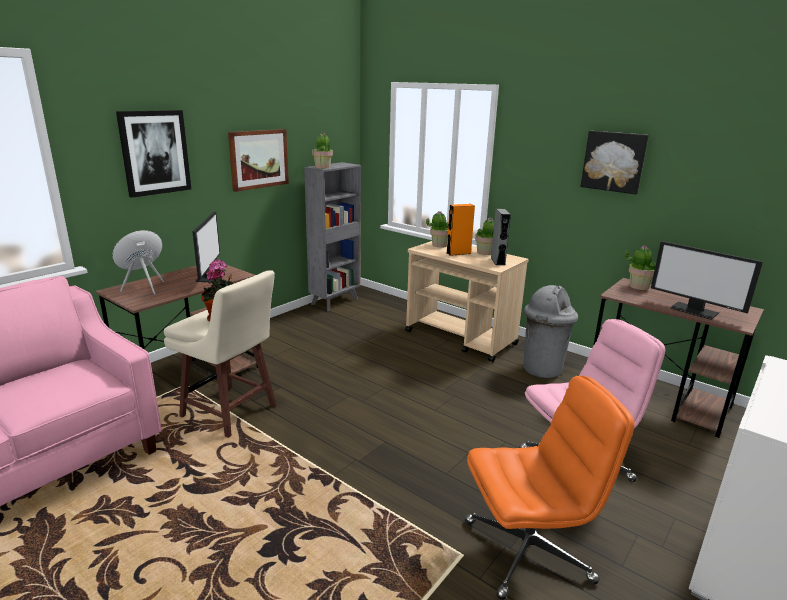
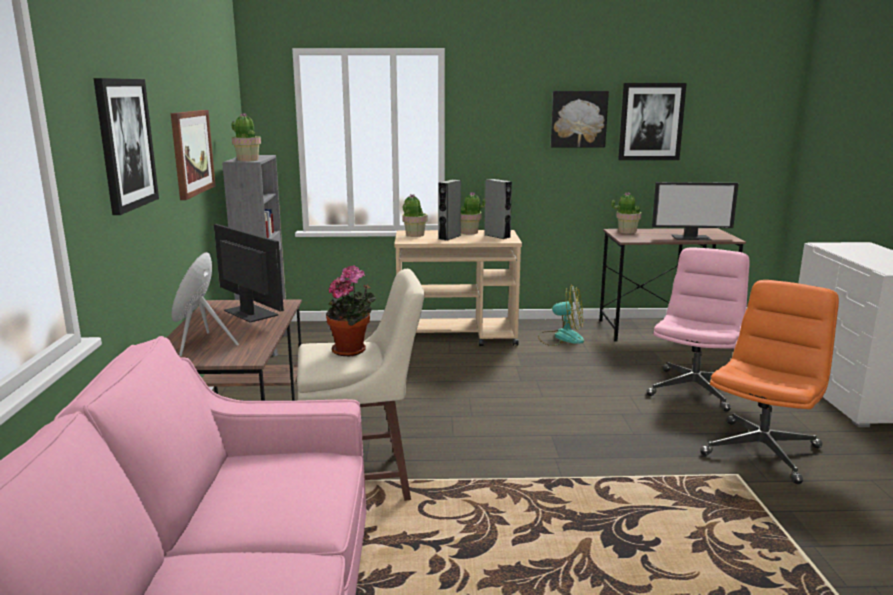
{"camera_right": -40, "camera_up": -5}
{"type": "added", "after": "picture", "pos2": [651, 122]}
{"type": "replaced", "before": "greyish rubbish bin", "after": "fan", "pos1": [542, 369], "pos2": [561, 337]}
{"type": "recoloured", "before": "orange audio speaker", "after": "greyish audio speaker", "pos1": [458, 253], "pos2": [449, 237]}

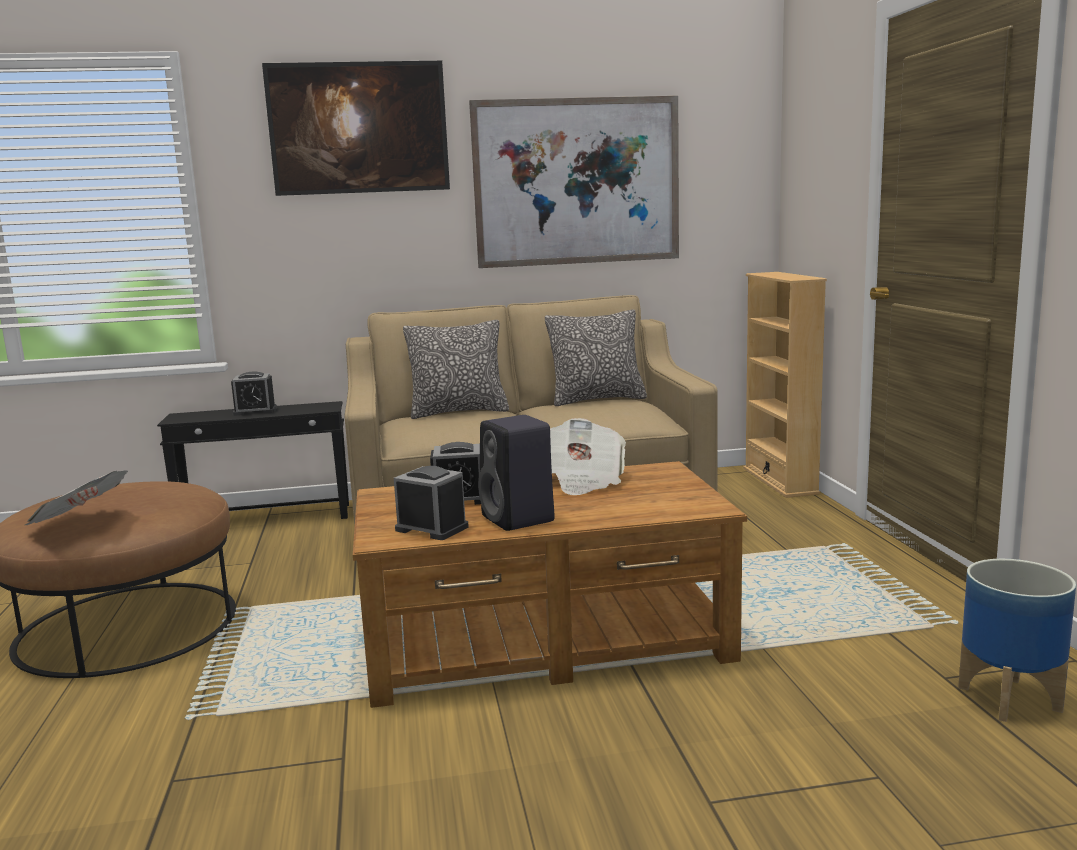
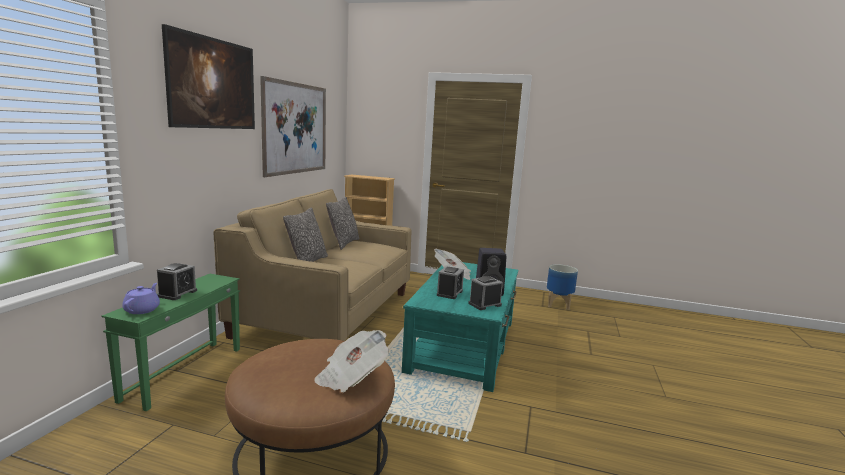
{"camera_right": -65, "camera_up": 0}
{"type": "added", "after": "purple tea pot", "pos2": [142, 309]}
{"type": "recoloured", "before": "blackish end table", "after": "greenish end table", "pos1": [265, 519], "pos2": [185, 373]}
{"type": "recoloured", "before": "brown low table", "after": "blue-green low table", "pos1": [545, 639], "pos2": [464, 345]}

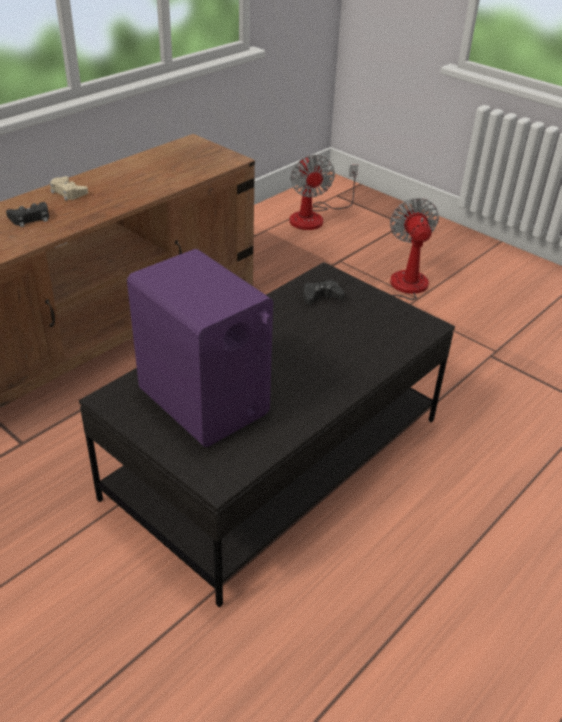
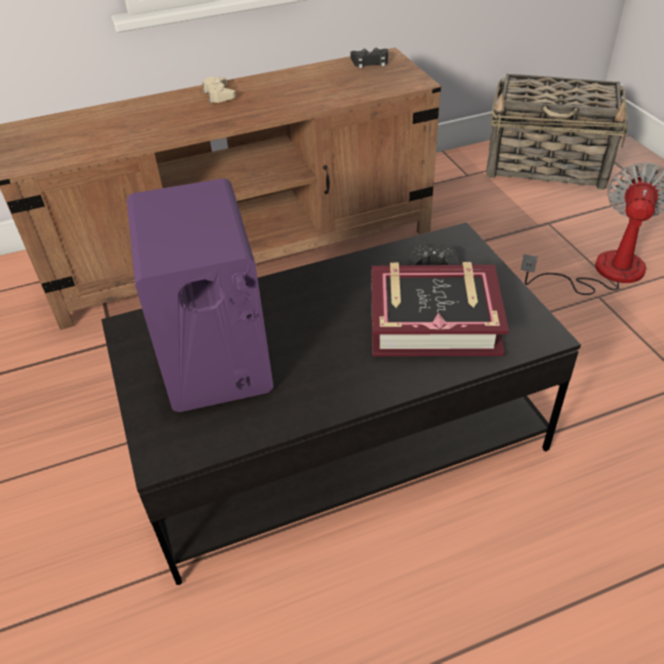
{"camera_right": 30, "camera_up": 5}
{"type": "added", "after": "bound book", "pos2": [434, 320]}
{"type": "moved", "before": "blackish game controller", "pos1": [30, 218], "pos2": [370, 62]}
{"type": "replaced", "before": "fan", "after": "basket", "pos1": [314, 217], "pos2": [548, 166]}

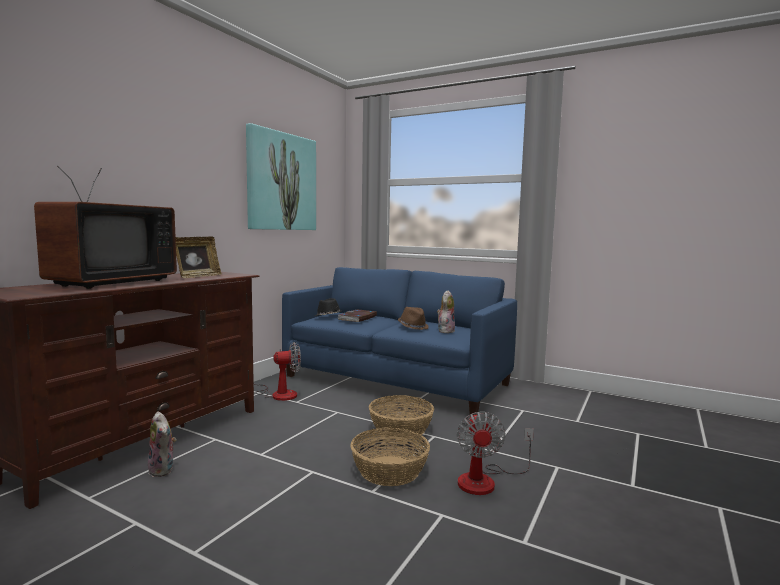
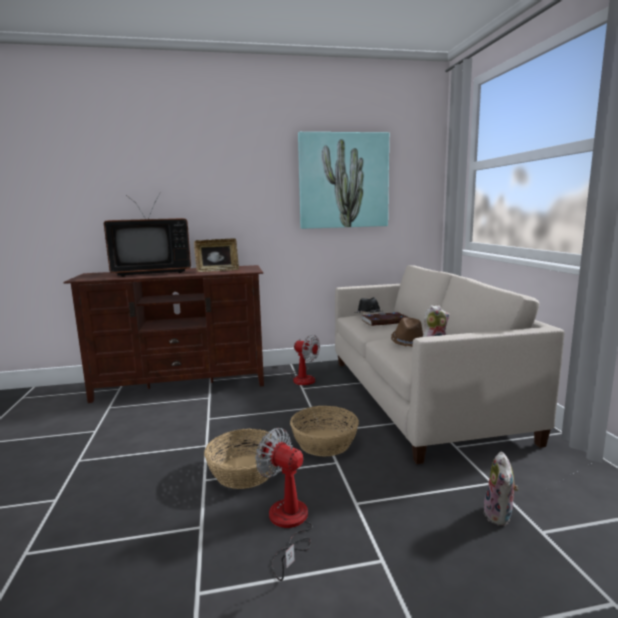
{"camera_right": 50, "camera_up": 5}
{"type": "moved", "before": "cuddly toy", "pos1": [163, 470], "pos2": [500, 516]}
{"type": "recoloured", "before": "bluish couch", "after": "sand-coloured couch", "pos1": [396, 380], "pos2": [419, 396]}
{"type": "turned", "before": "fan", "pos1": [486, 480], "pos2": [288, 525], "turn": 75}

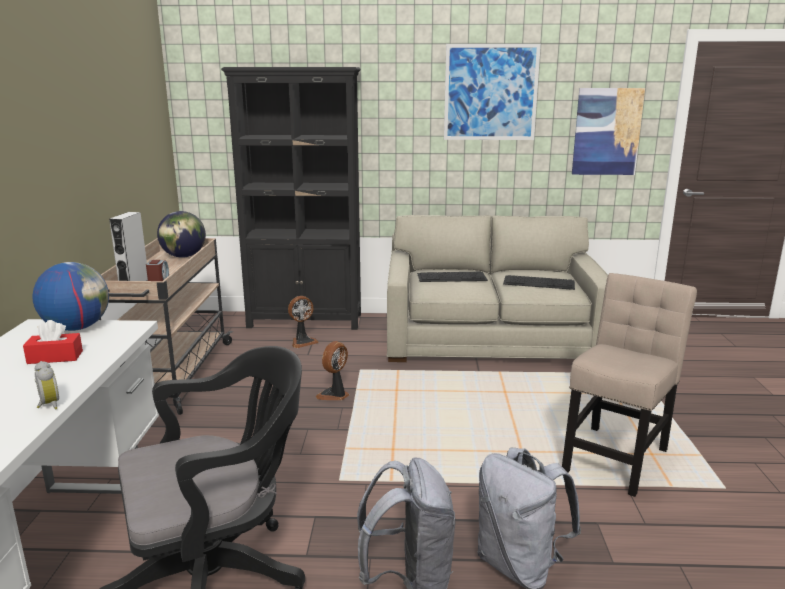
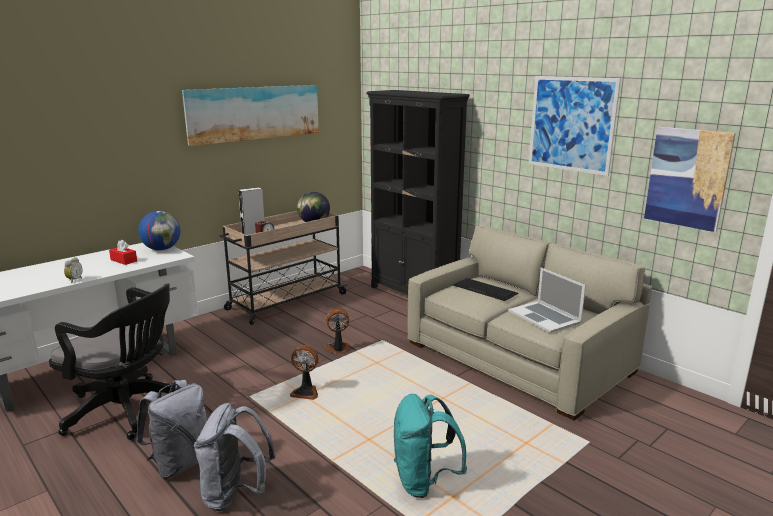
{"camera_right": 45, "camera_up": 0}
{"type": "added", "after": "picture", "pos2": [254, 113]}
{"type": "moved", "before": "fan", "pos1": [302, 342], "pos2": [306, 392]}
{"type": "replaced", "before": "keyboard", "after": "laptop", "pos1": [539, 282], "pos2": [544, 317]}
{"type": "replaced", "before": "sand-coloured upright chair", "after": "blue-green backpack", "pos1": [616, 456], "pos2": [424, 481]}

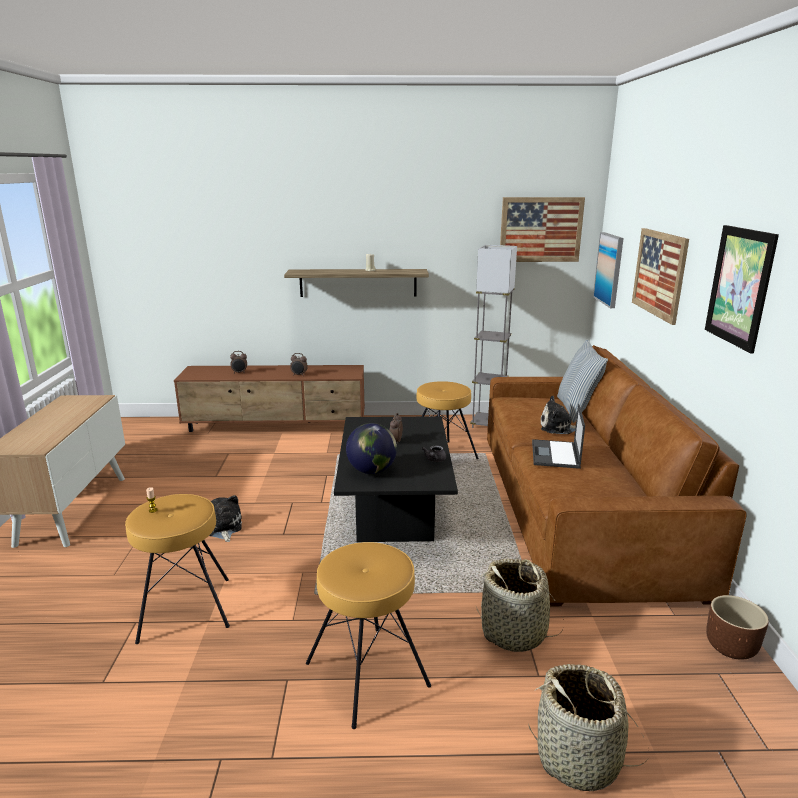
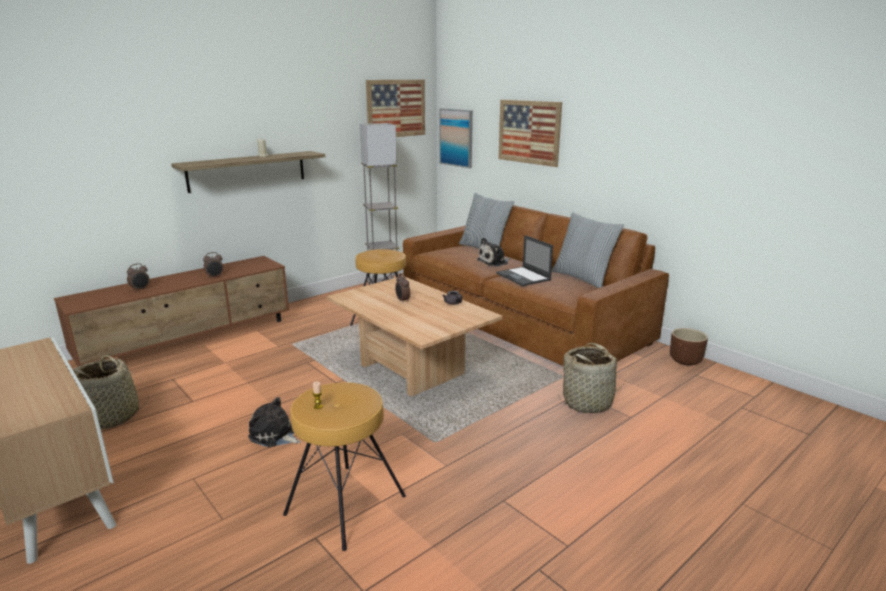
{"camera_right": -40, "camera_up": 0}
{"type": "removed", "before": "brown sitting stool", "pos1": [367, 673]}
{"type": "removed", "before": "globe", "pos1": [372, 471]}
{"type": "removed", "before": "picture", "pos1": [739, 286]}
{"type": "added", "after": "pillow", "pos2": [583, 278]}
{"type": "moved", "before": "basket", "pos1": [579, 758], "pos2": [111, 417]}
{"type": "recoloured", "before": "blackish low table", "after": "sand-coloured low table", "pos1": [394, 517], "pos2": [412, 370]}

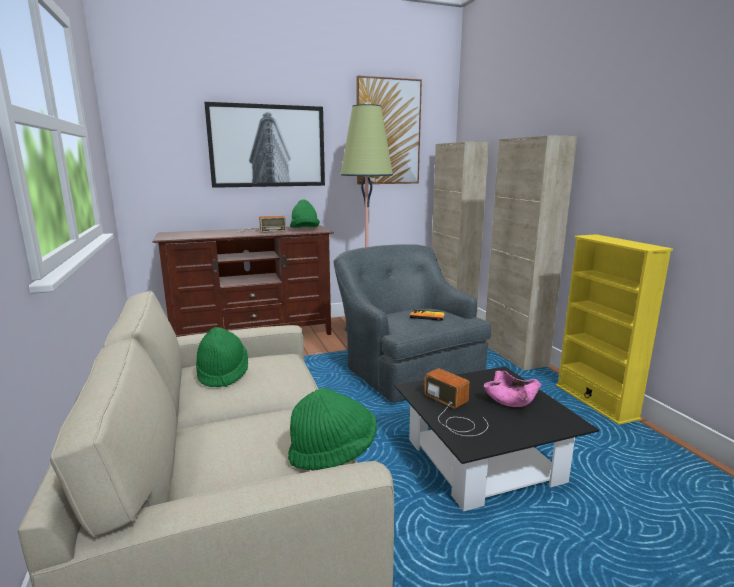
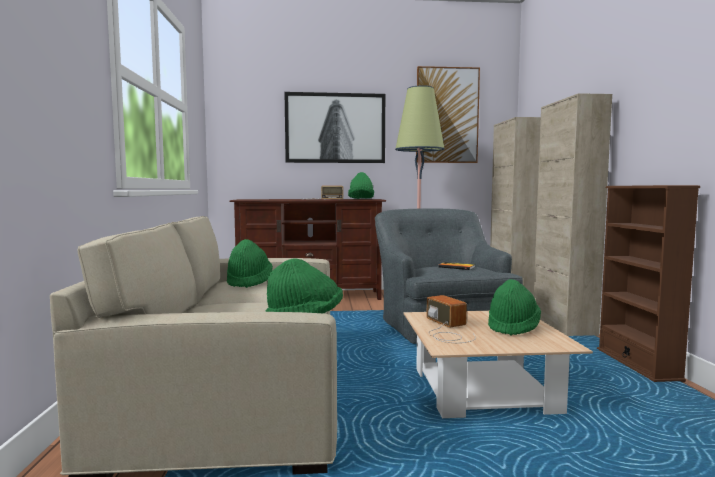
{"camera_right": 15, "camera_up": -10}
{"type": "replaced", "before": "pinkish deep dish", "after": "greenish wearable hat", "pos1": [511, 398], "pos2": [513, 327]}
{"type": "recoloured", "before": "blackish low table", "after": "sand-coloured low table", "pos1": [483, 460], "pos2": [483, 390]}
{"type": "recoloured", "before": "yellow-coloured bookcase", "after": "brown bookcase", "pos1": [595, 402], "pos2": [637, 364]}

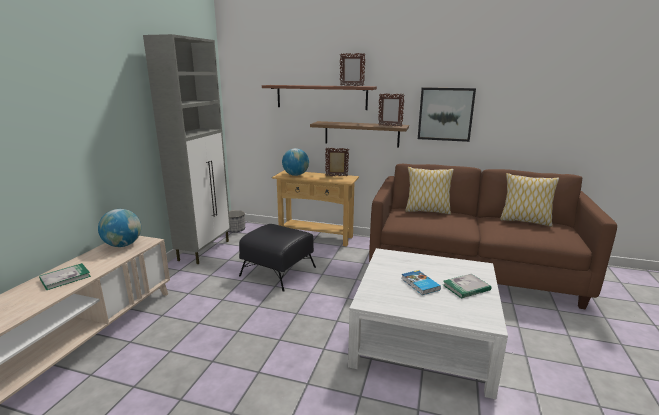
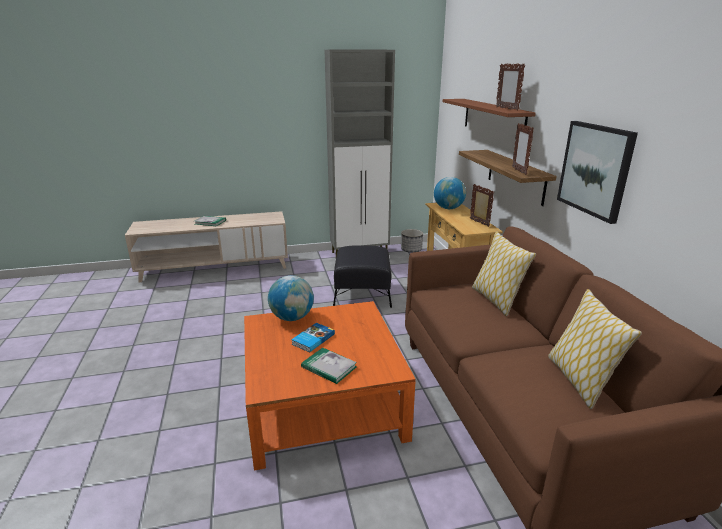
{"camera_right": 60, "camera_up": 5}
{"type": "moved", "before": "globe", "pos1": [123, 245], "pos2": [292, 318]}
{"type": "recoloured", "before": "whitish low table", "after": "orange low table", "pos1": [423, 337], "pos2": [323, 402]}

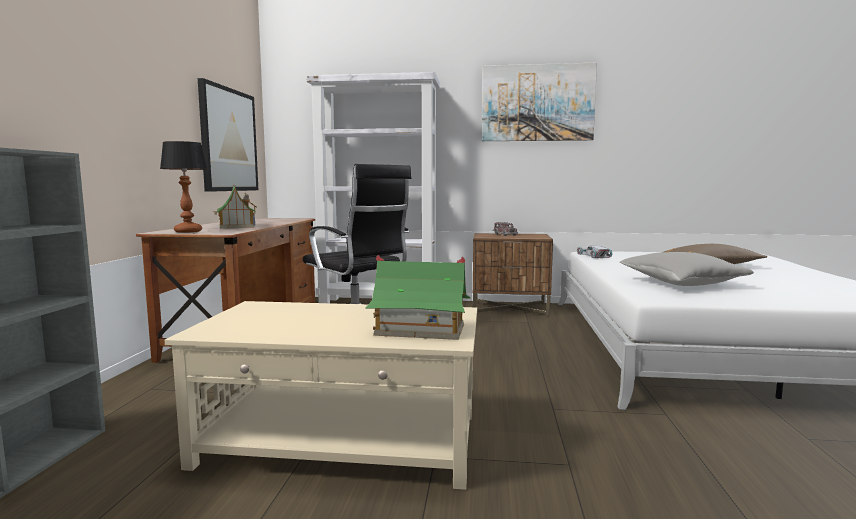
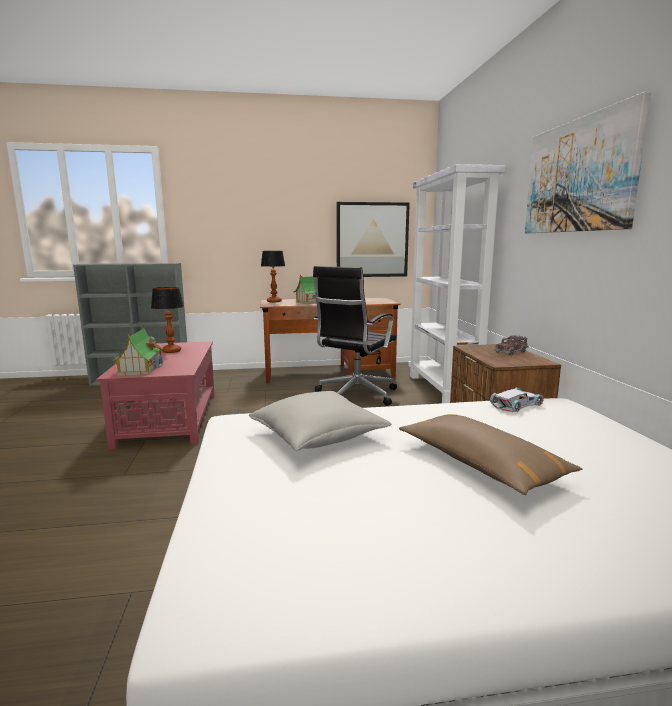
{"camera_right": 75, "camera_up": 5}
{"type": "added", "after": "table lamp", "pos2": [171, 351]}
{"type": "recoloured", "before": "sand-coloured low table", "after": "reddish low table", "pos1": [343, 440], "pos2": [168, 419]}

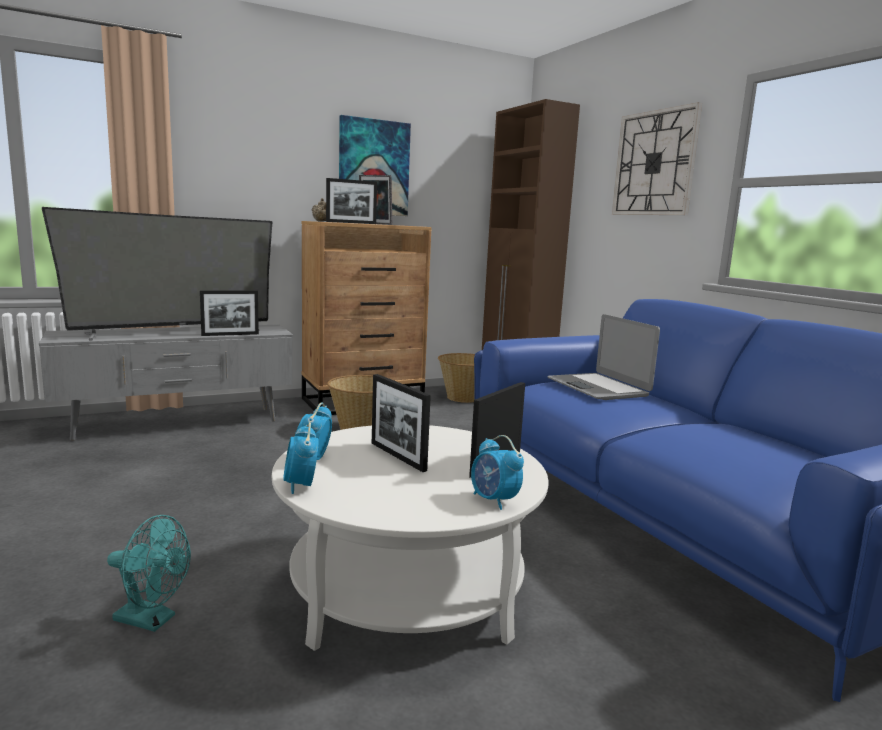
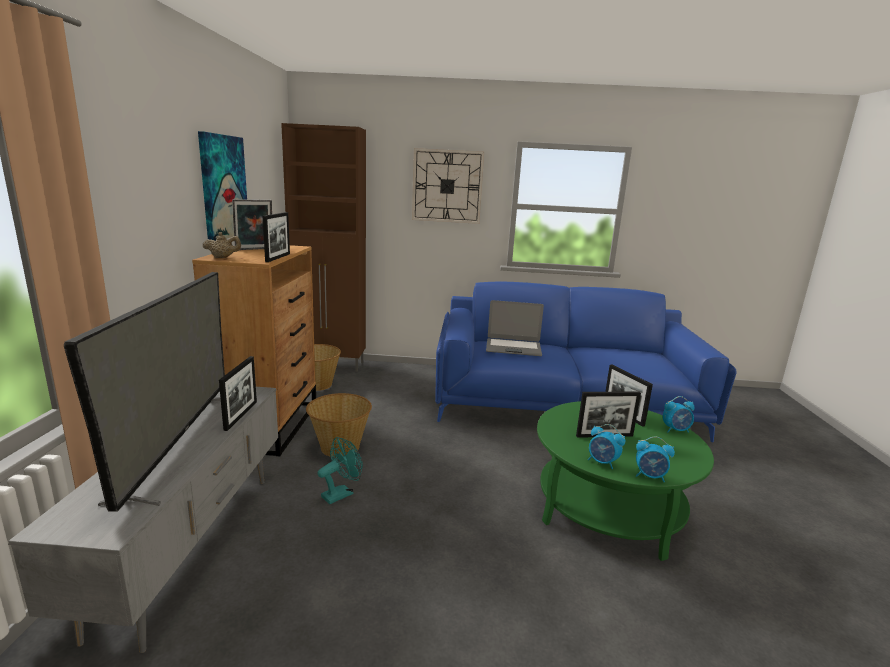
{"camera_right": -60, "camera_up": 5}
{"type": "moved", "before": "blue-green fan", "pos1": [152, 620], "pos2": [341, 493]}
{"type": "recoloured", "before": "whitish low table", "after": "greenish low table", "pos1": [407, 588], "pos2": [609, 507]}

